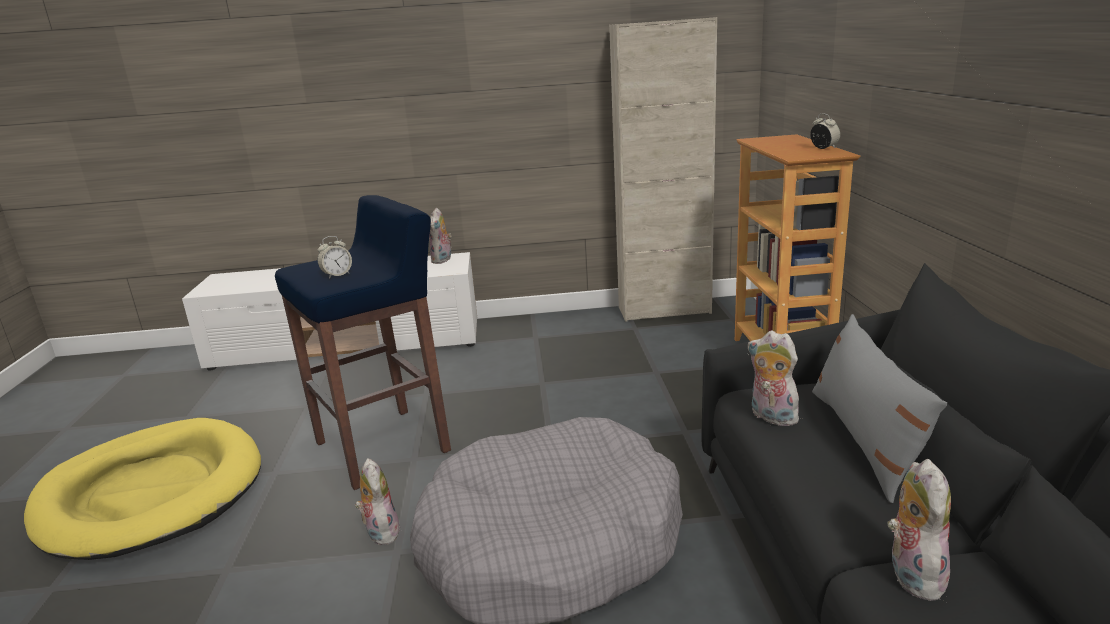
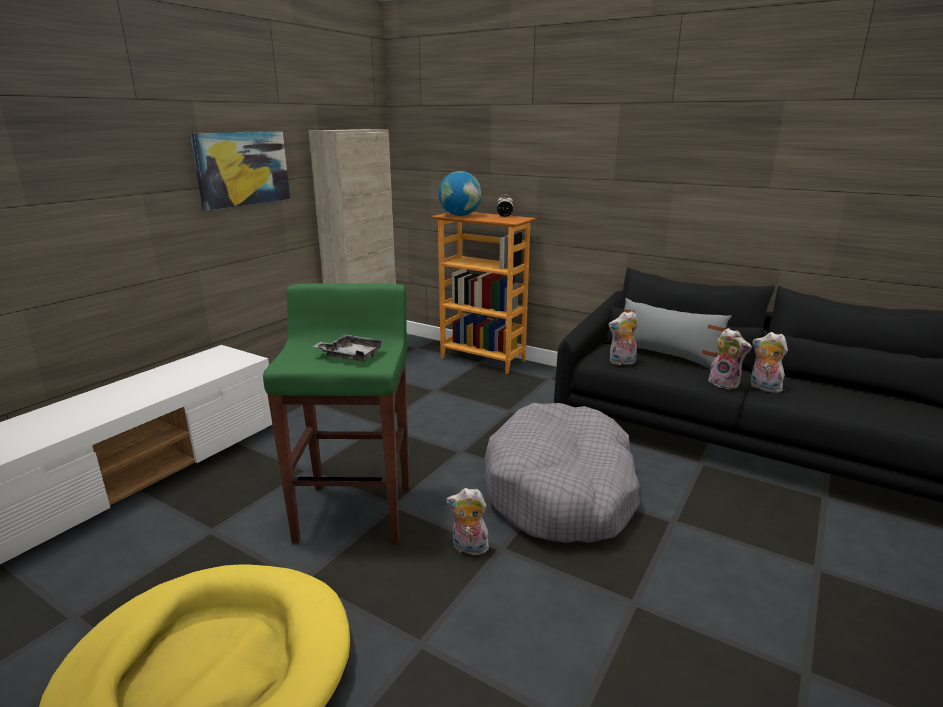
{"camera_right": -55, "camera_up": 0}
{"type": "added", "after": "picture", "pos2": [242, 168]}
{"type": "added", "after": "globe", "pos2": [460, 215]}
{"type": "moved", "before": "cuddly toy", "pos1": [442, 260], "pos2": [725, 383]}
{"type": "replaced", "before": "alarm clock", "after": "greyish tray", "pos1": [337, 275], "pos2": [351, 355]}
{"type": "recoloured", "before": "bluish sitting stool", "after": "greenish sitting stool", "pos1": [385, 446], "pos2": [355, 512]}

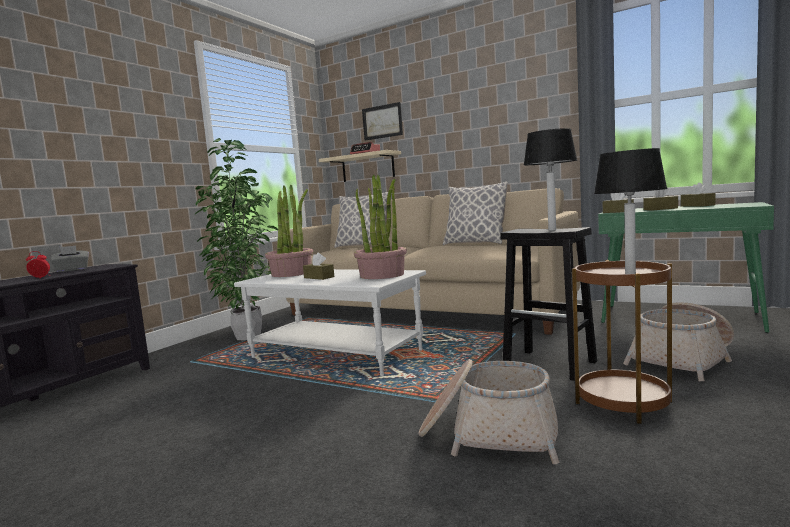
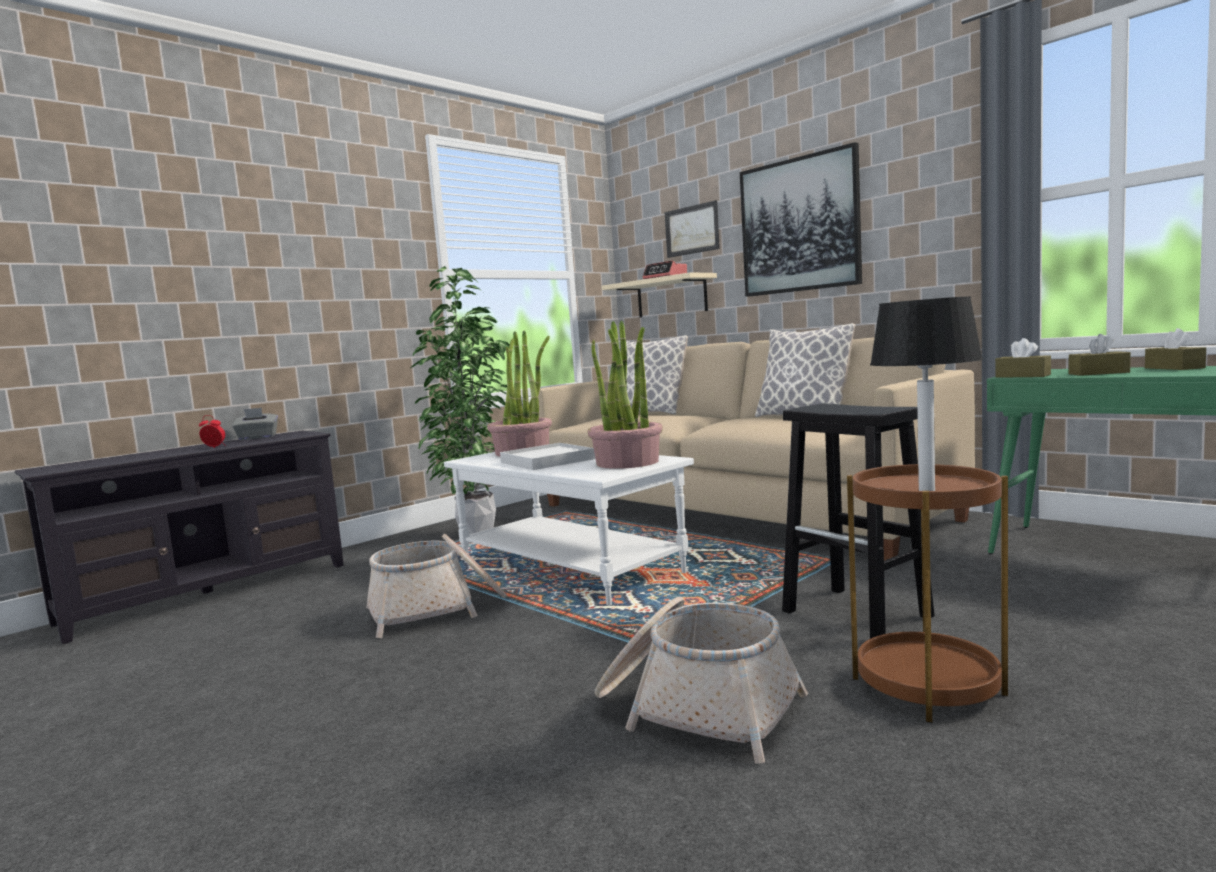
{"camera_right": 15, "camera_up": 0}
{"type": "removed", "before": "table lamp", "pos1": [552, 230]}
{"type": "added", "after": "picture", "pos2": [799, 225]}
{"type": "moved", "before": "basket", "pos1": [682, 360], "pos2": [438, 609]}
{"type": "replaced", "before": "brown tissue box", "after": "whitish tray", "pos1": [319, 277], "pos2": [547, 461]}

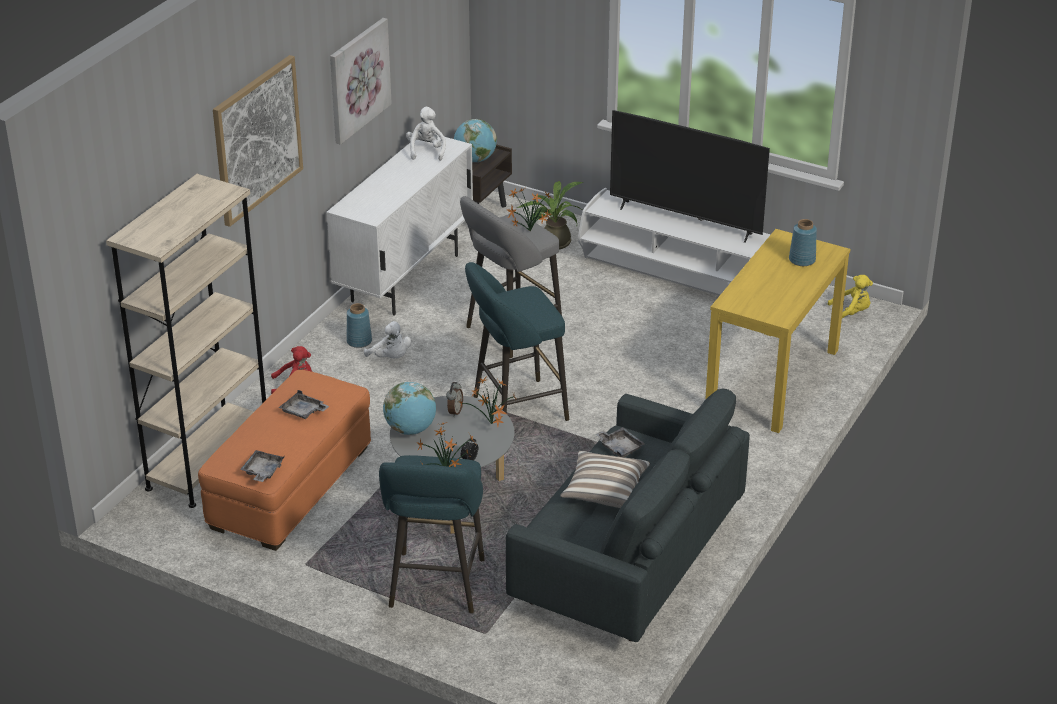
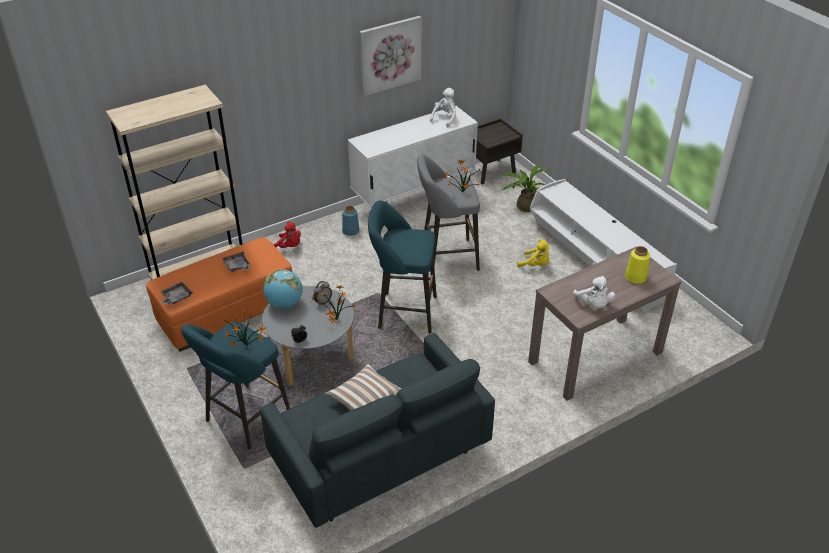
{"camera_right": 30, "camera_up": 5}
{"type": "removed", "before": "picture", "pos1": [257, 139]}
{"type": "removed", "before": "globe", "pos1": [475, 160]}
{"type": "removed", "before": "greyish tray", "pos1": [620, 447]}
{"type": "removed", "before": "television", "pos1": [685, 221]}
{"type": "moved", "before": "whitish cuddly toy", "pos1": [390, 358], "pos2": [593, 304]}
{"type": "moved", "before": "yellow-coloured cuddly toy", "pos1": [850, 313], "pos2": [535, 265]}
{"type": "recoloured", "before": "yellow-coloured hall table", "after": "brown hall table", "pos1": [772, 380], "pos2": [595, 357]}
{"type": "recoloured", "before": "bluish decorative vase", "after": "yellow-coloured decorative vase", "pos1": [802, 260], "pos2": [635, 277]}

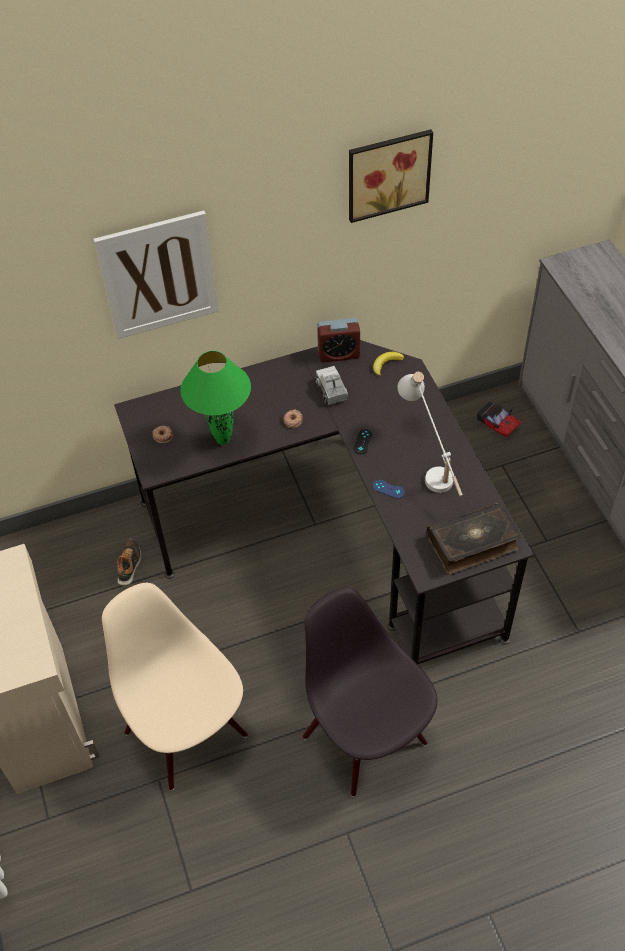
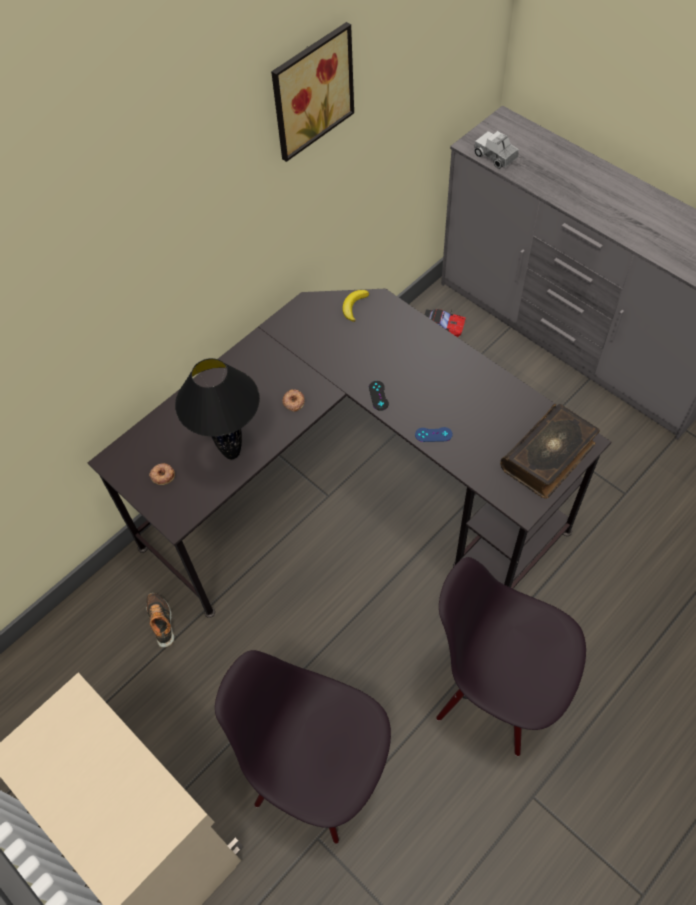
{"camera_right": -25, "camera_up": 5}
{"type": "removed", "before": "picture", "pos1": [158, 275]}
{"type": "removed", "before": "alarm clock", "pos1": [338, 354]}
{"type": "removed", "before": "whitish table lamp", "pos1": [430, 465]}
{"type": "moved", "before": "toy lorry", "pos1": [331, 391], "pos2": [495, 156]}
{"type": "recoloured", "before": "sand-coloured upright chair", "after": "blackish upright chair", "pos1": [187, 732], "pos2": [319, 772]}
{"type": "recoloured", "before": "greenish table lamp", "after": "blackish table lamp", "pos1": [223, 440], "pos2": [232, 454]}

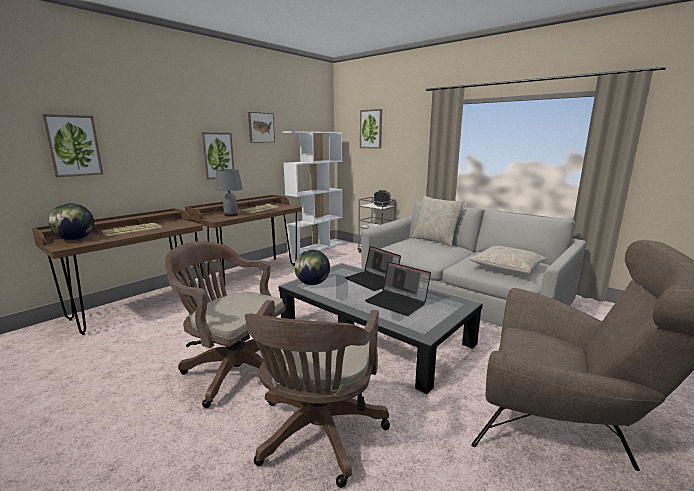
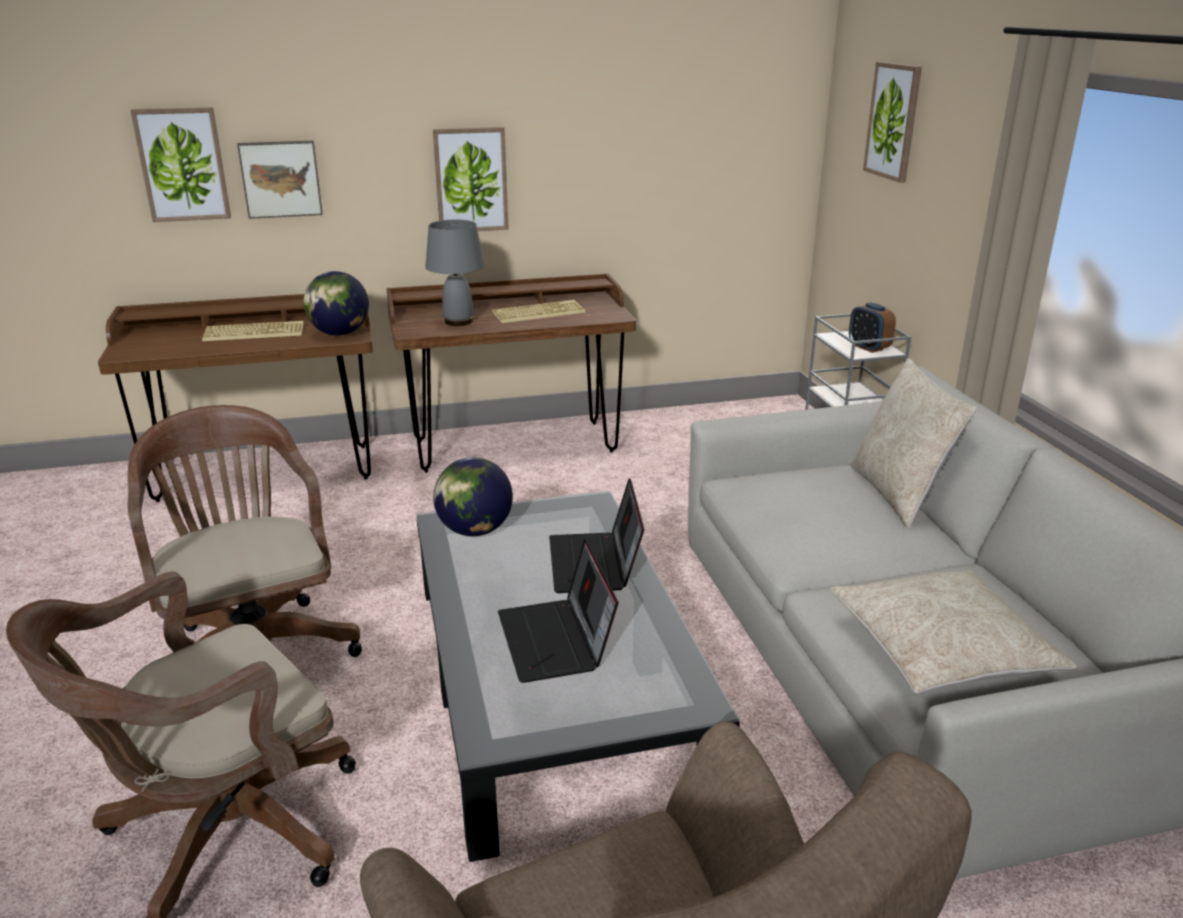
{"camera_right": 35, "camera_up": 10}
{"type": "removed", "before": "whitish bookcase", "pos1": [316, 247]}
{"type": "moved", "before": "globe", "pos1": [75, 239], "pos2": [339, 333]}
{"type": "moved", "before": "picture", "pos1": [260, 127], "pos2": [281, 179]}

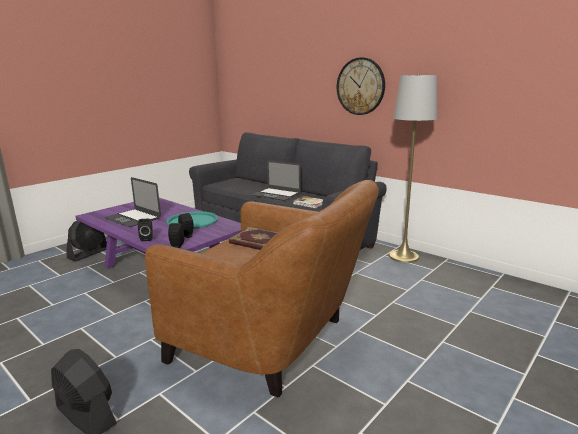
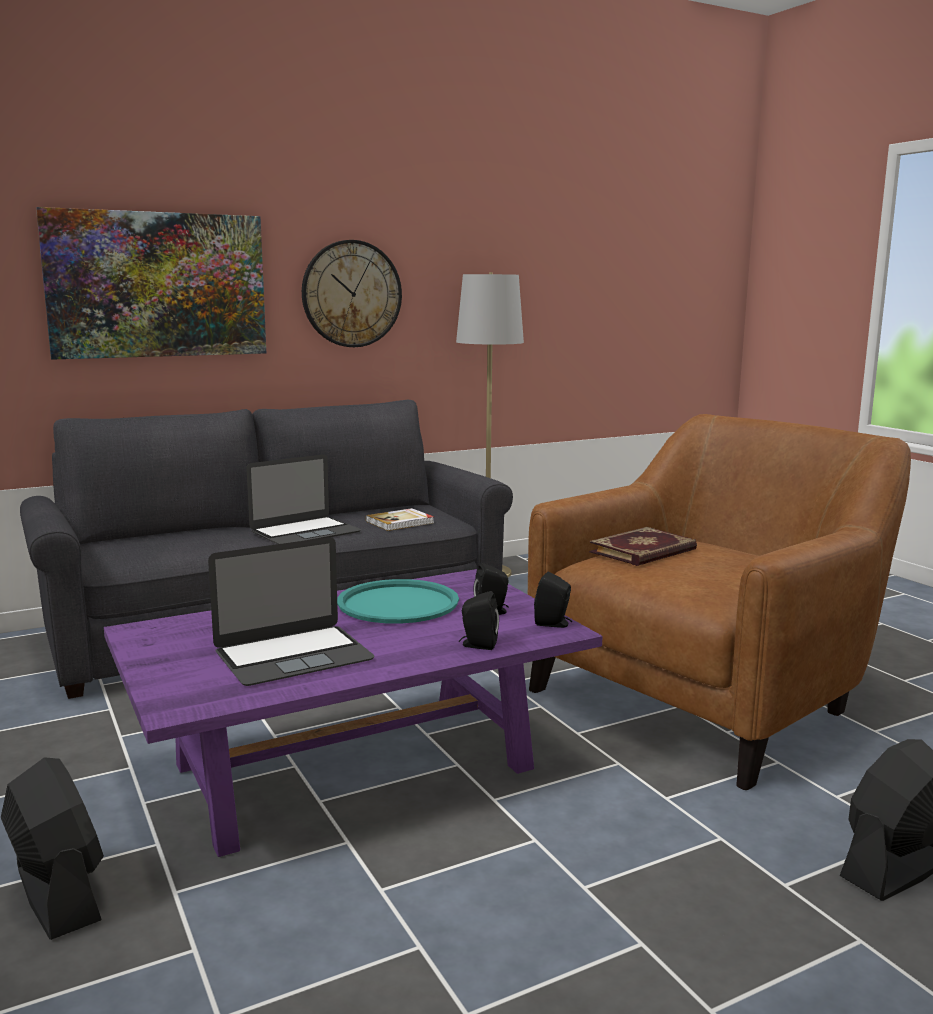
{"camera_right": -70, "camera_up": -5}
{"type": "added", "after": "picture", "pos2": [158, 285]}

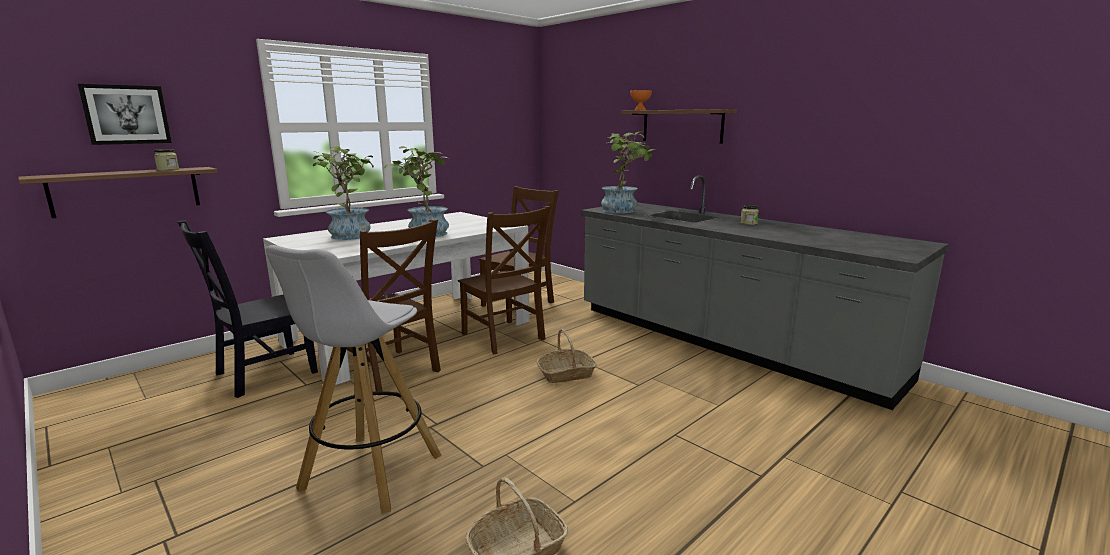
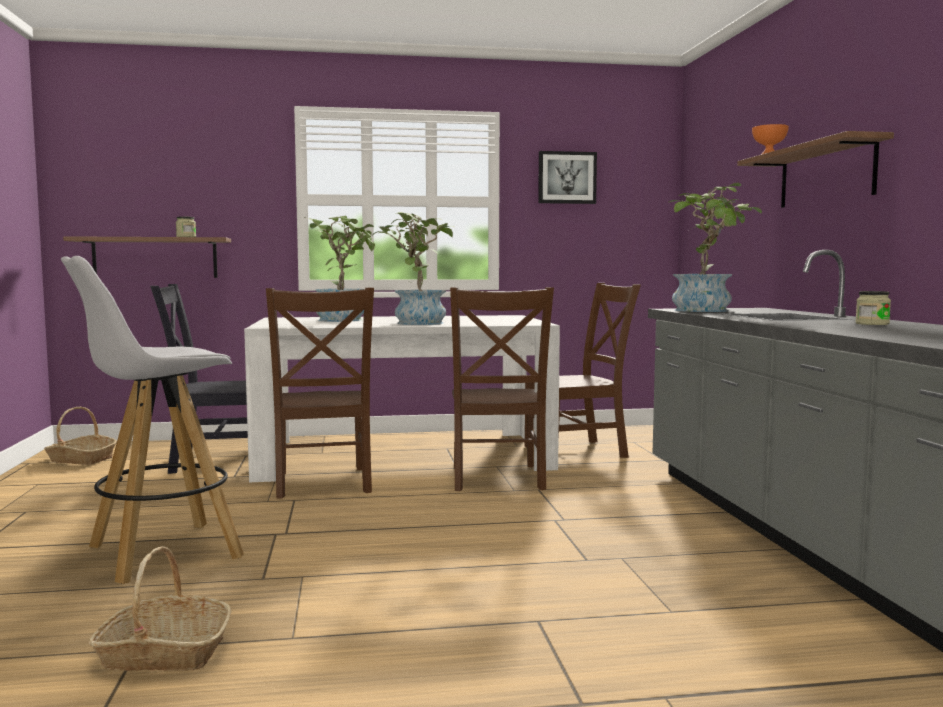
{"camera_right": 35, "camera_up": -10}
{"type": "moved", "before": "picture", "pos1": [126, 114], "pos2": [567, 177]}
{"type": "moved", "before": "basket", "pos1": [566, 374], "pos2": [81, 459]}

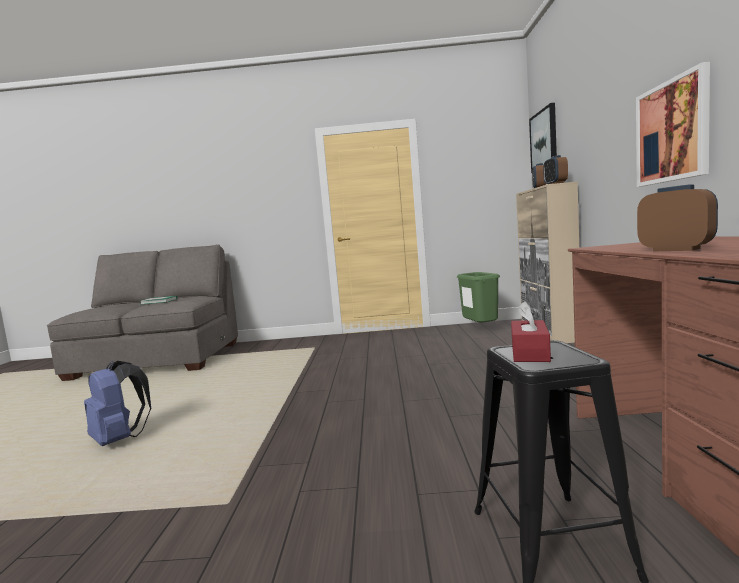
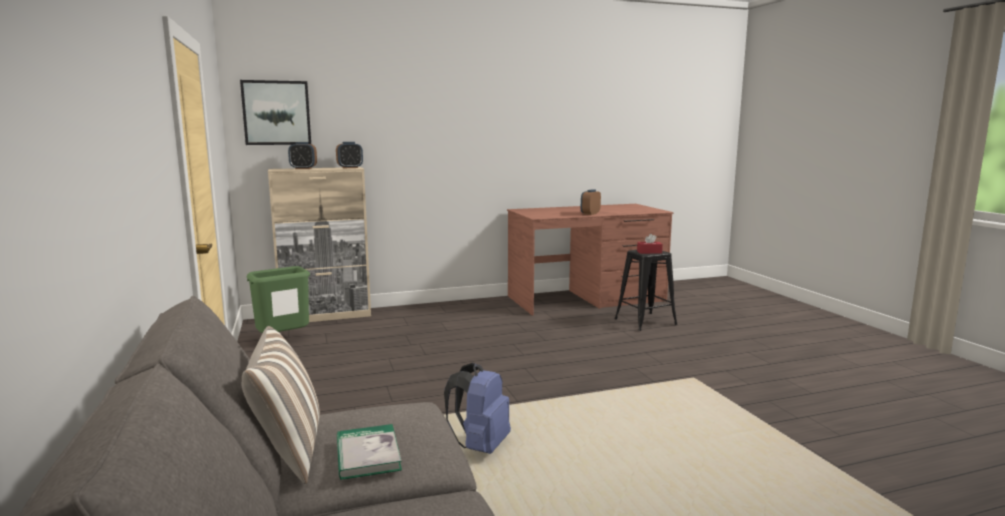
{"camera_right": -110, "camera_up": 5}
{"type": "removed", "before": "picture", "pos1": [672, 131]}
{"type": "added", "after": "pillow", "pos2": [288, 453]}
{"type": "moved", "before": "bluish backpack", "pos1": [120, 440], "pos2": [480, 446]}

